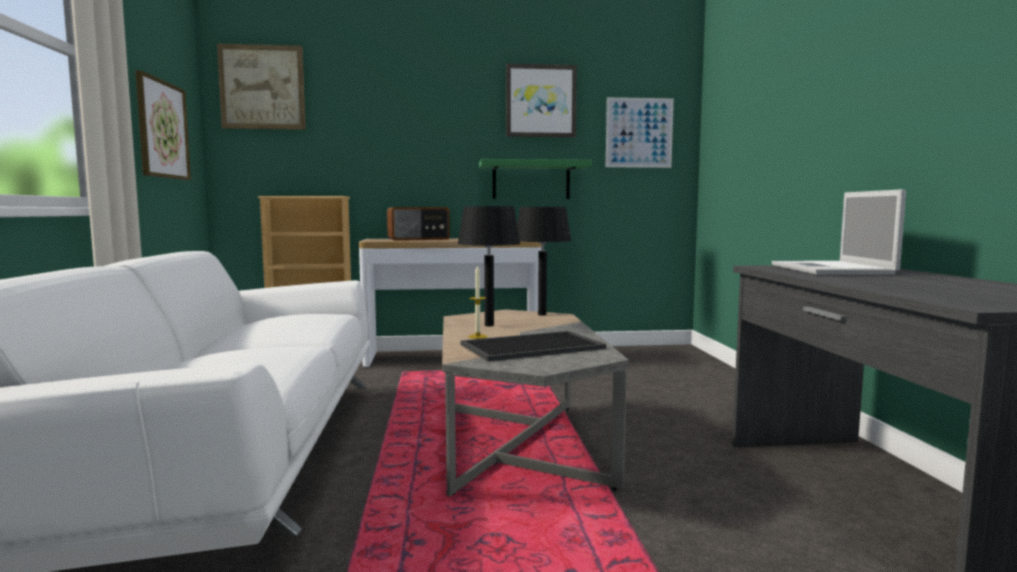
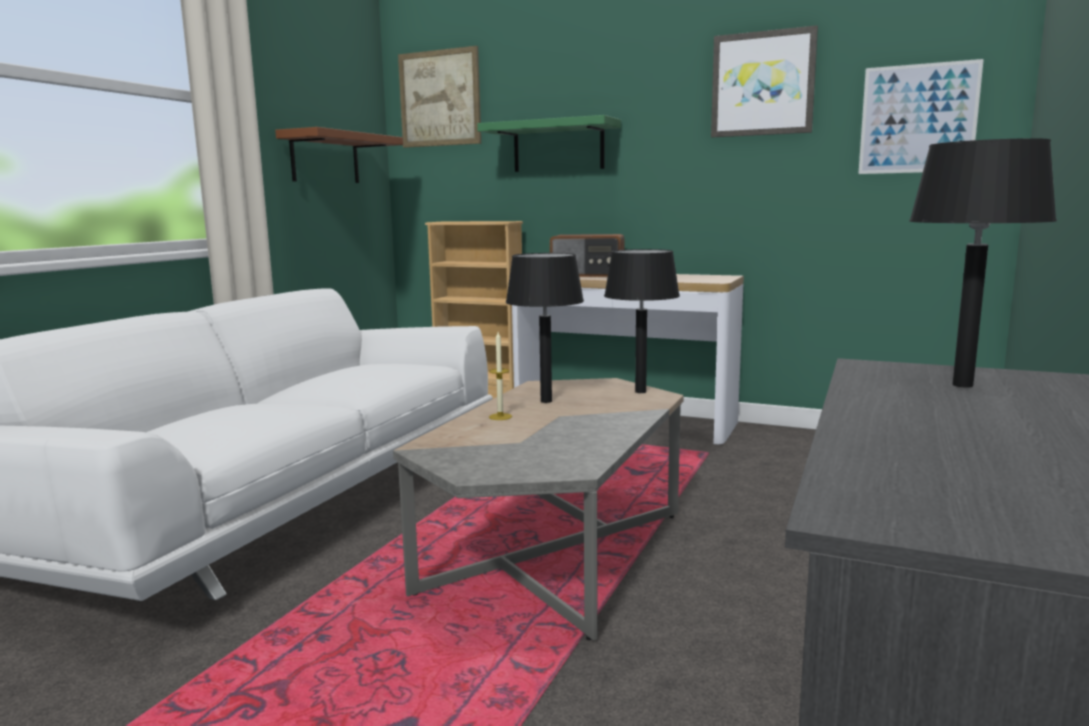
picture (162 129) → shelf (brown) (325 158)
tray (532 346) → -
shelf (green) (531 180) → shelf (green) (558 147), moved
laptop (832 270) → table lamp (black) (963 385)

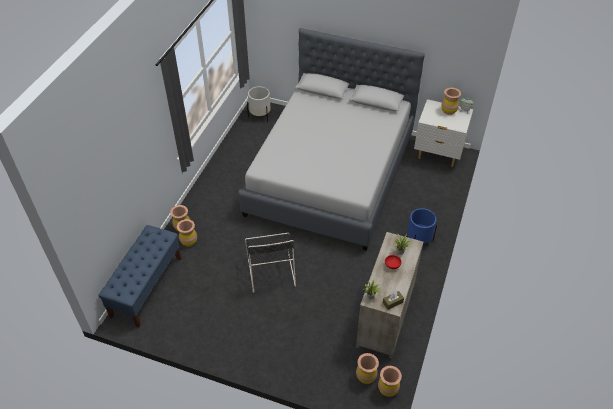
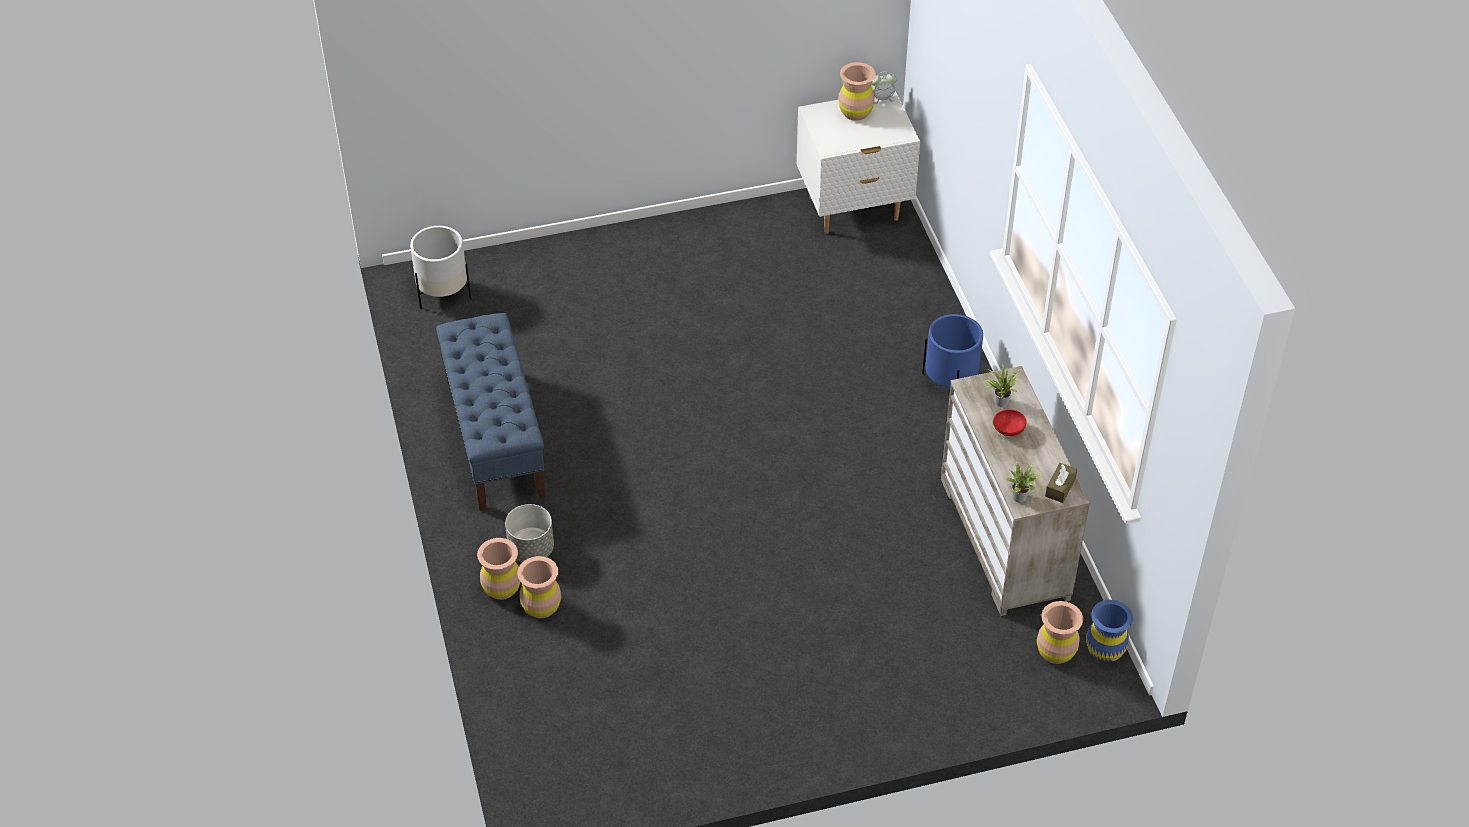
bench (blue) (147 286) → bench (blue) (494 437), moved
bed (grey) (331 174) → -
chair (black) (271 270) → -
vase (brown) (388 389) → vase (blue) (1105 650)
- → planter (grey) (531 549)

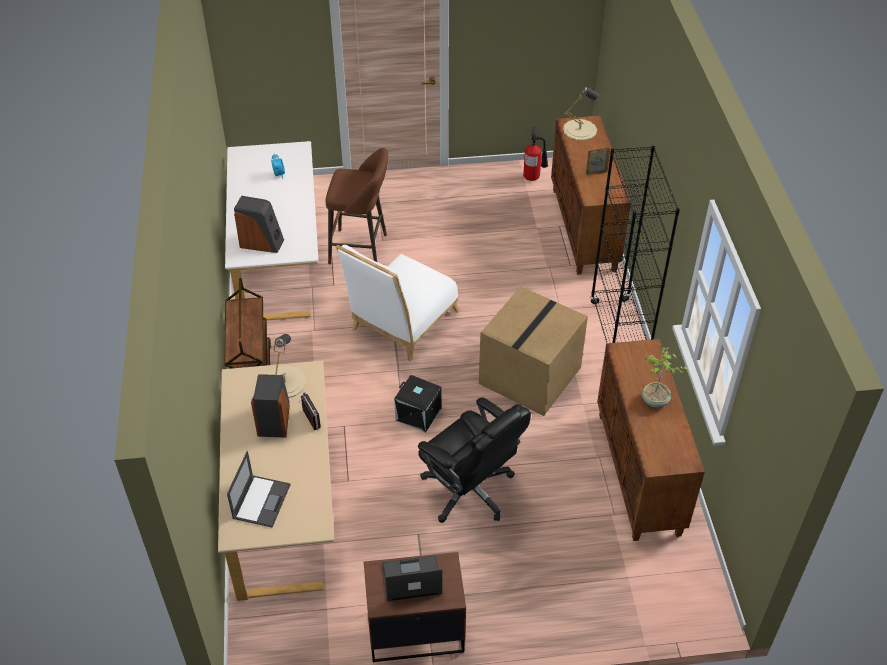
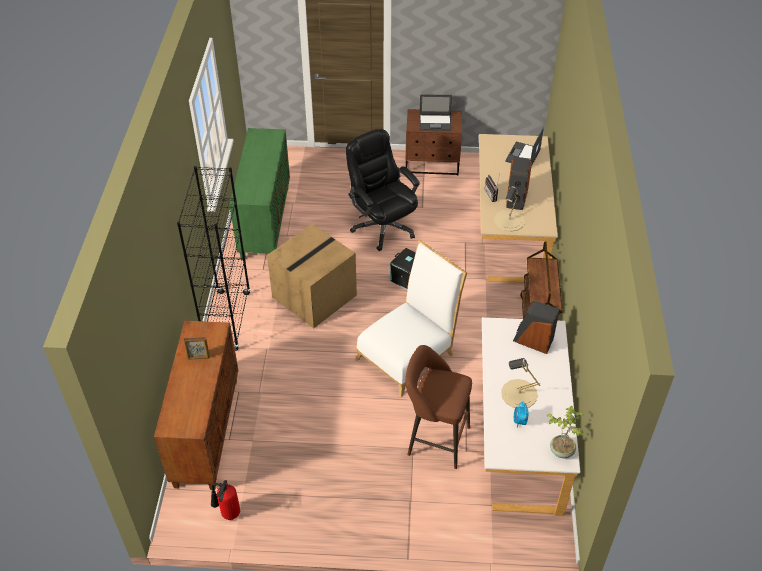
table lamp (beige) (579 130) → table lamp (beige) (519 394), moved
cabinet (brown) (639 473) → cabinet (green) (265 222)
potted plant (655 401) → potted plant (561 450), moved

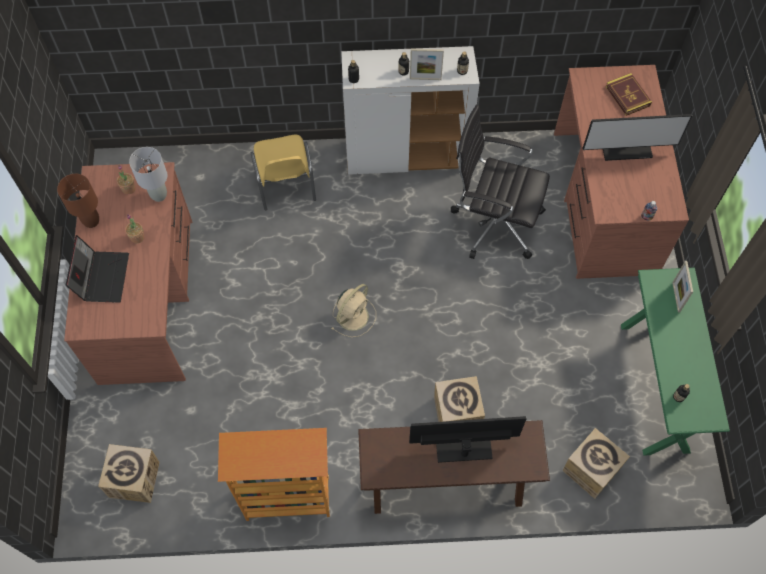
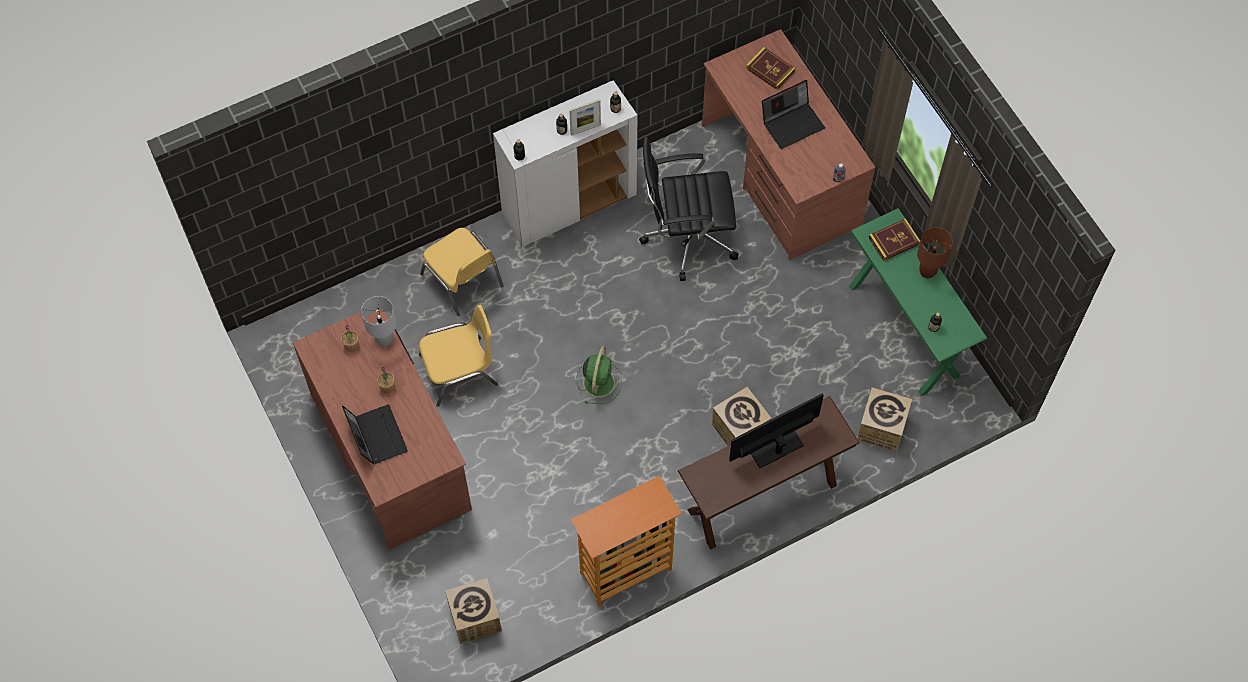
table lamp (brown) (92 221) → table lamp (brown) (927 271), moved
fan (beige) (354 315) → fan (green) (599 381)
monitor (626 150) → laptop (792 123)
picture frame (676 297) → book (894 241)
- → chair (yellow) (460 370)

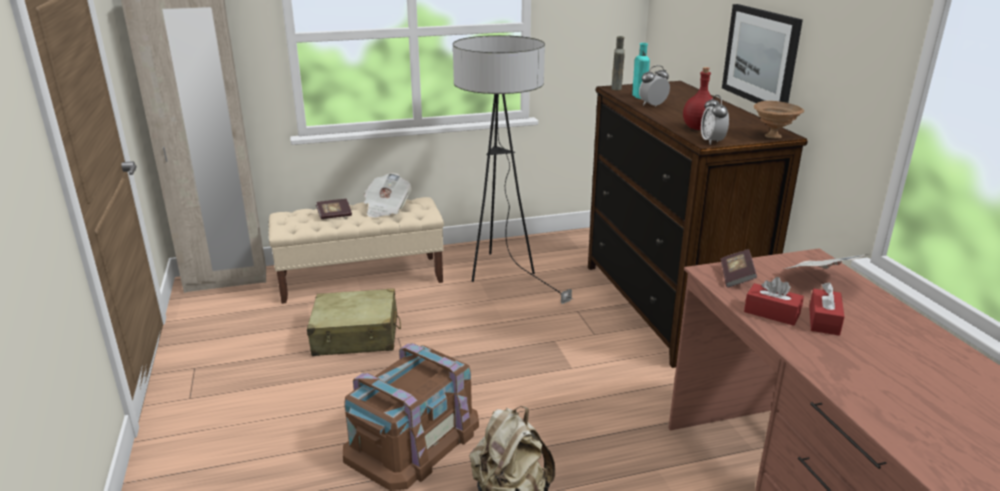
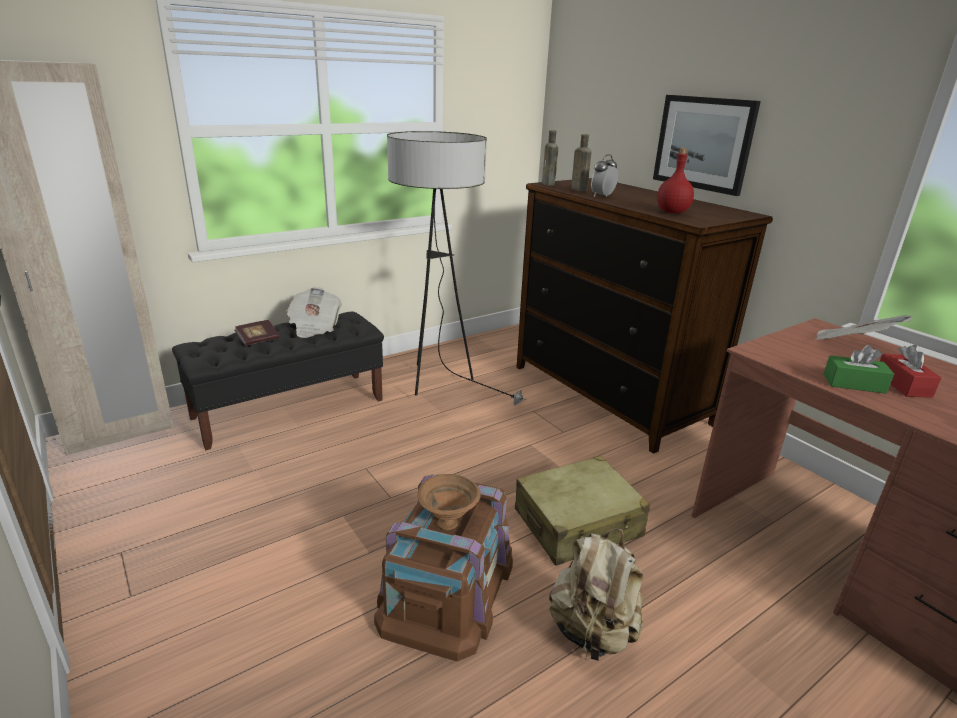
bench (beige) (361 279) → bench (black) (290 408)
suitcase (beige) (356 336) → suitcase (beige) (578 524), moved
bottle (turquoise) (638 96) → bottle (brown) (578 189)
alarm clock (712 141) → -
book (736 277) → -
tissue box (red) (771 313) → tissue box (green) (854 384)
bowl (brown) (774 136) → bowl (brown) (448 522), moved

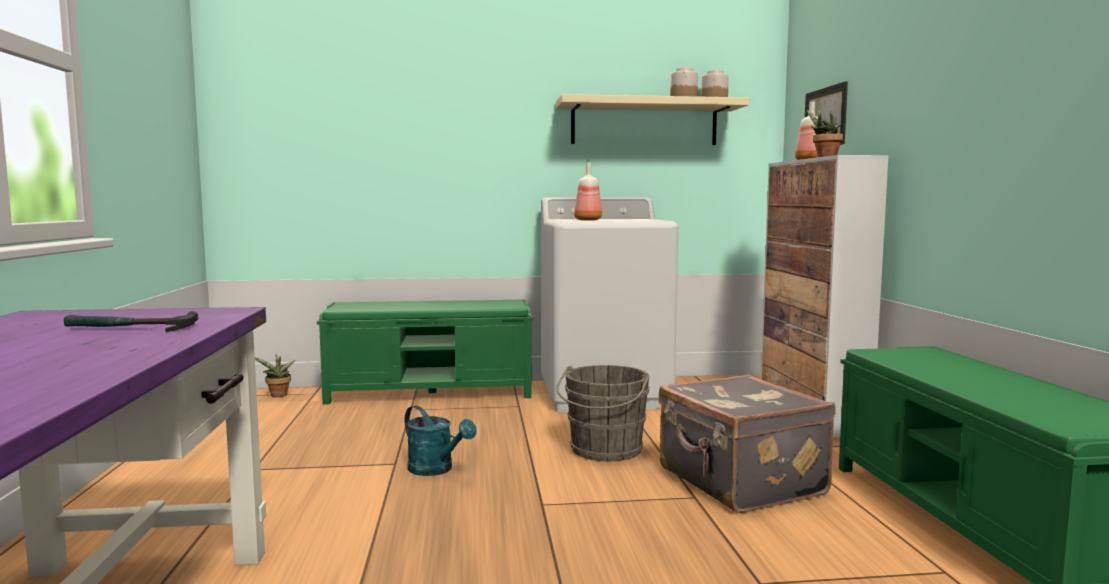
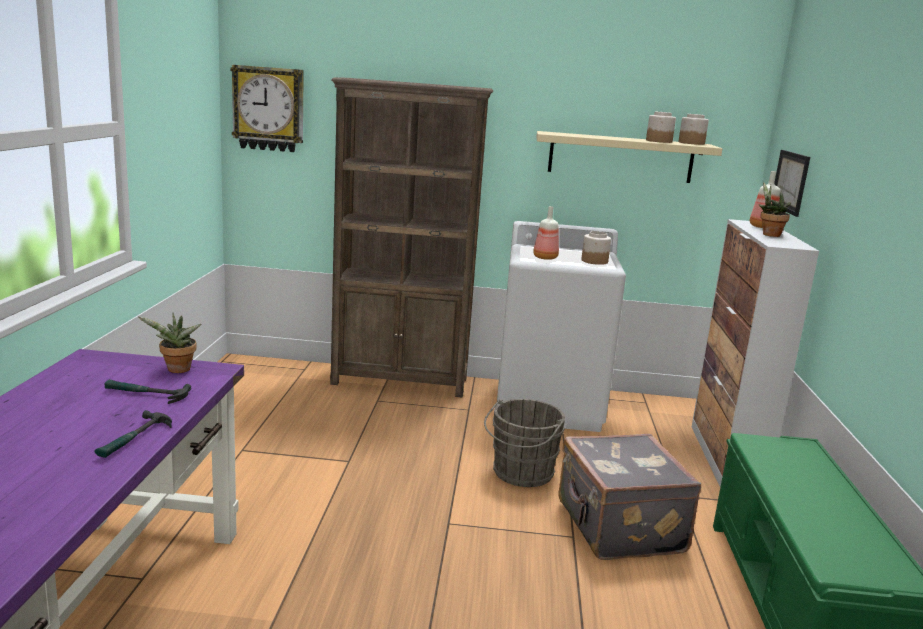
potted plant (278 396) → potted plant (177 370), moved
bench (green) (432 392) → bookcase (brown) (401 381)
watering can (turquoise) (436 470) → -
- → hammer (134 439)
- → wall clock (268 109)
- → jar (594 261)

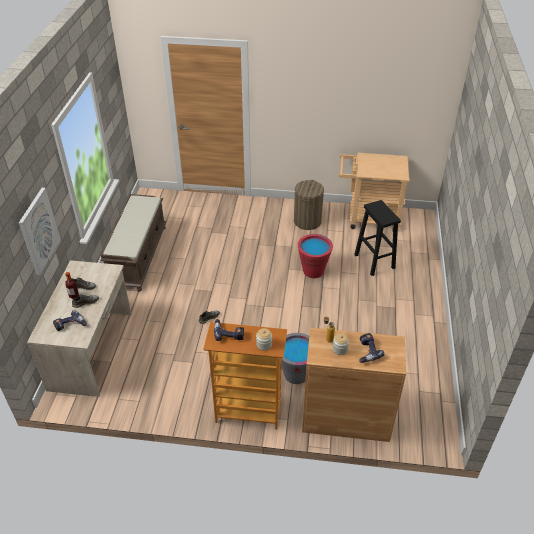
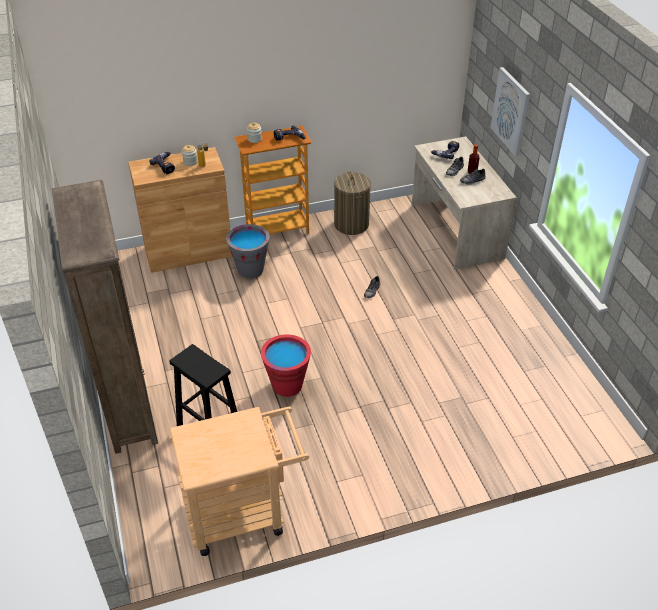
bench (brown) (138 256) → -
laundry basket (307 221) → laundry basket (351 224), moved
- → bookcase (brown) (129 407)

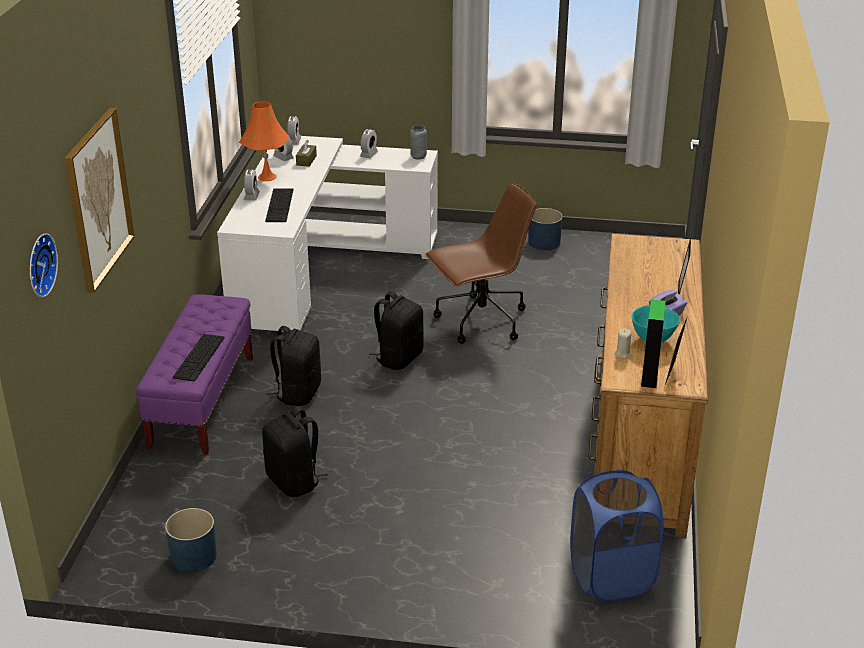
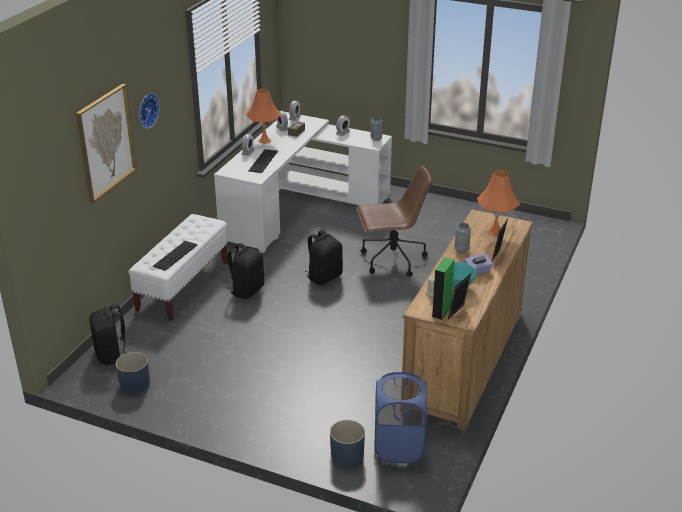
wall clock (38 265) → wall clock (146 110), moved
bench (purple) (202 402) → bench (white) (183 286)
backpack (black) (294 481) → backpack (black) (112 354), moved
planter (blue) (544 242) → planter (blue) (347 455), moved
- → vase (grey) (461 250)
- → table lamp (orange) (495 231)

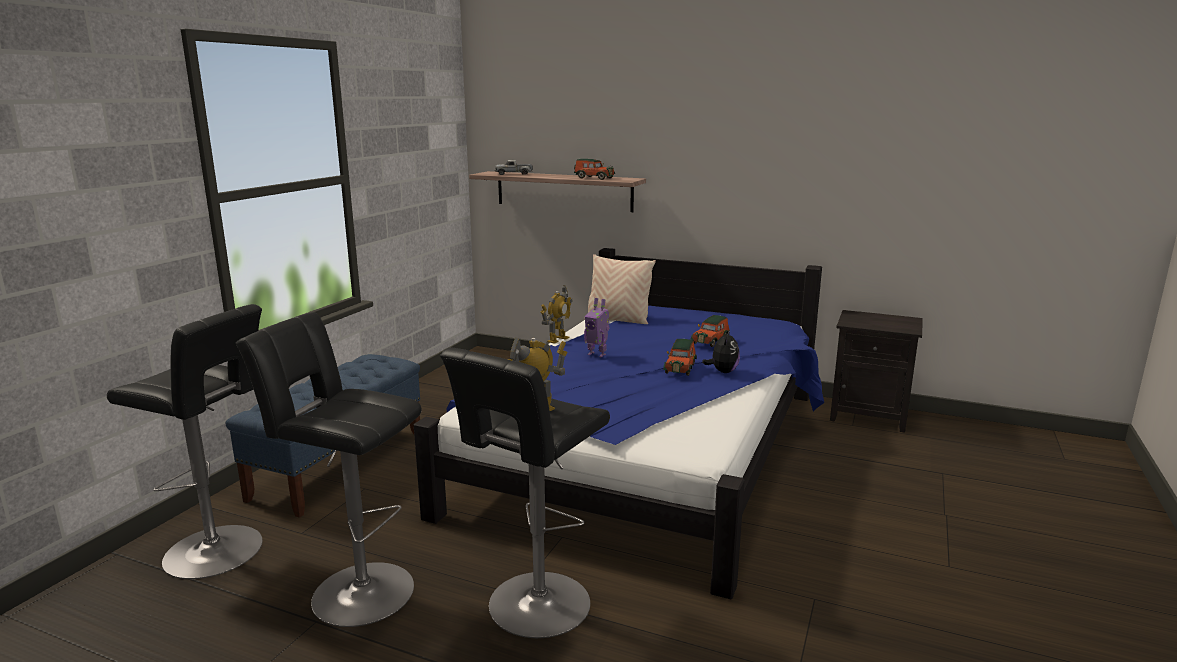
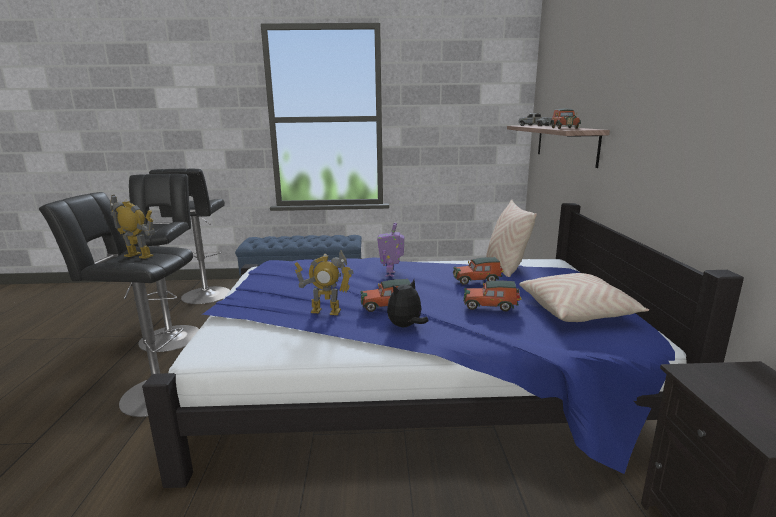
toy robot (557 339) → toy robot (326 311), moved
plush toy (722 371) → plush toy (406 326), 150 degrees clockwise
- → toy car (477 280)
- → pillow (beige) (577 311)

